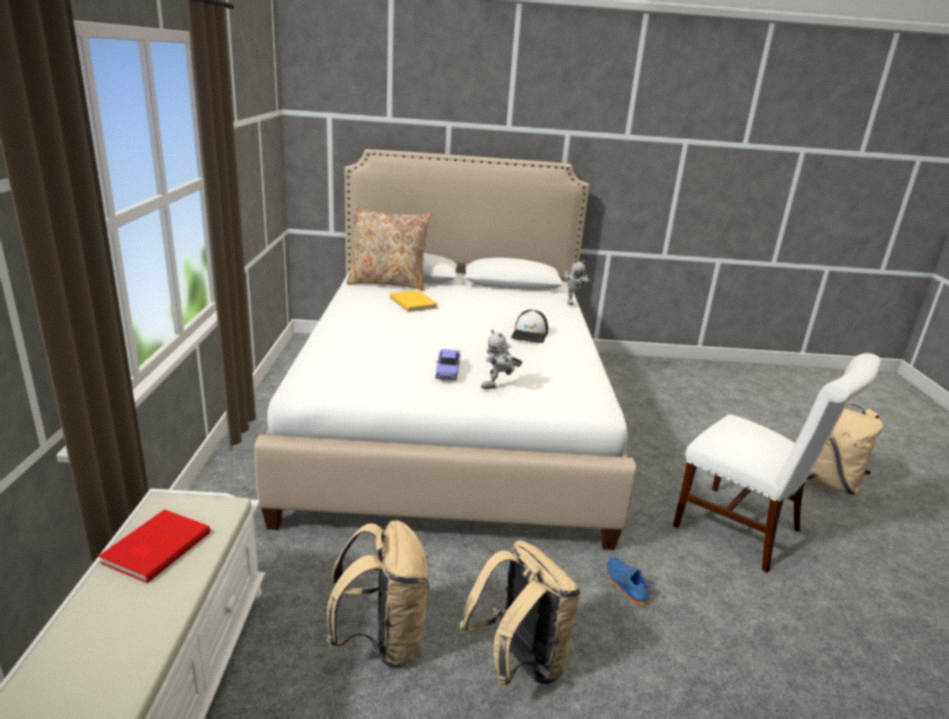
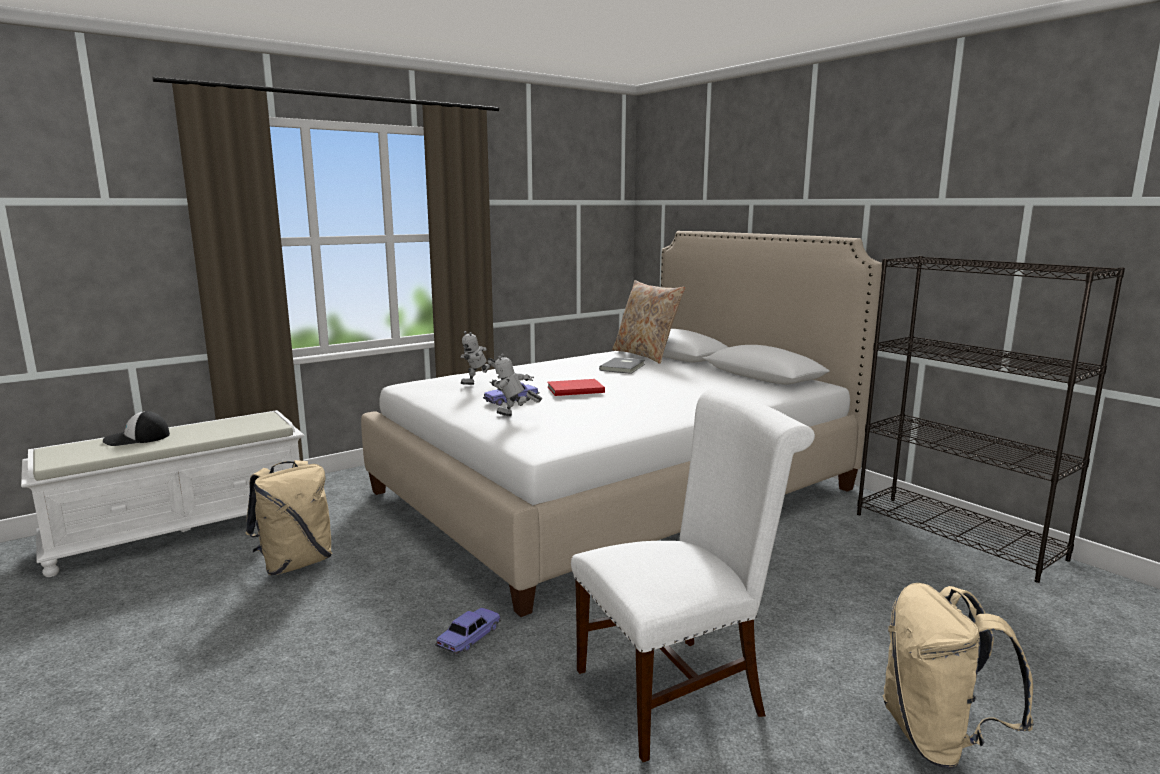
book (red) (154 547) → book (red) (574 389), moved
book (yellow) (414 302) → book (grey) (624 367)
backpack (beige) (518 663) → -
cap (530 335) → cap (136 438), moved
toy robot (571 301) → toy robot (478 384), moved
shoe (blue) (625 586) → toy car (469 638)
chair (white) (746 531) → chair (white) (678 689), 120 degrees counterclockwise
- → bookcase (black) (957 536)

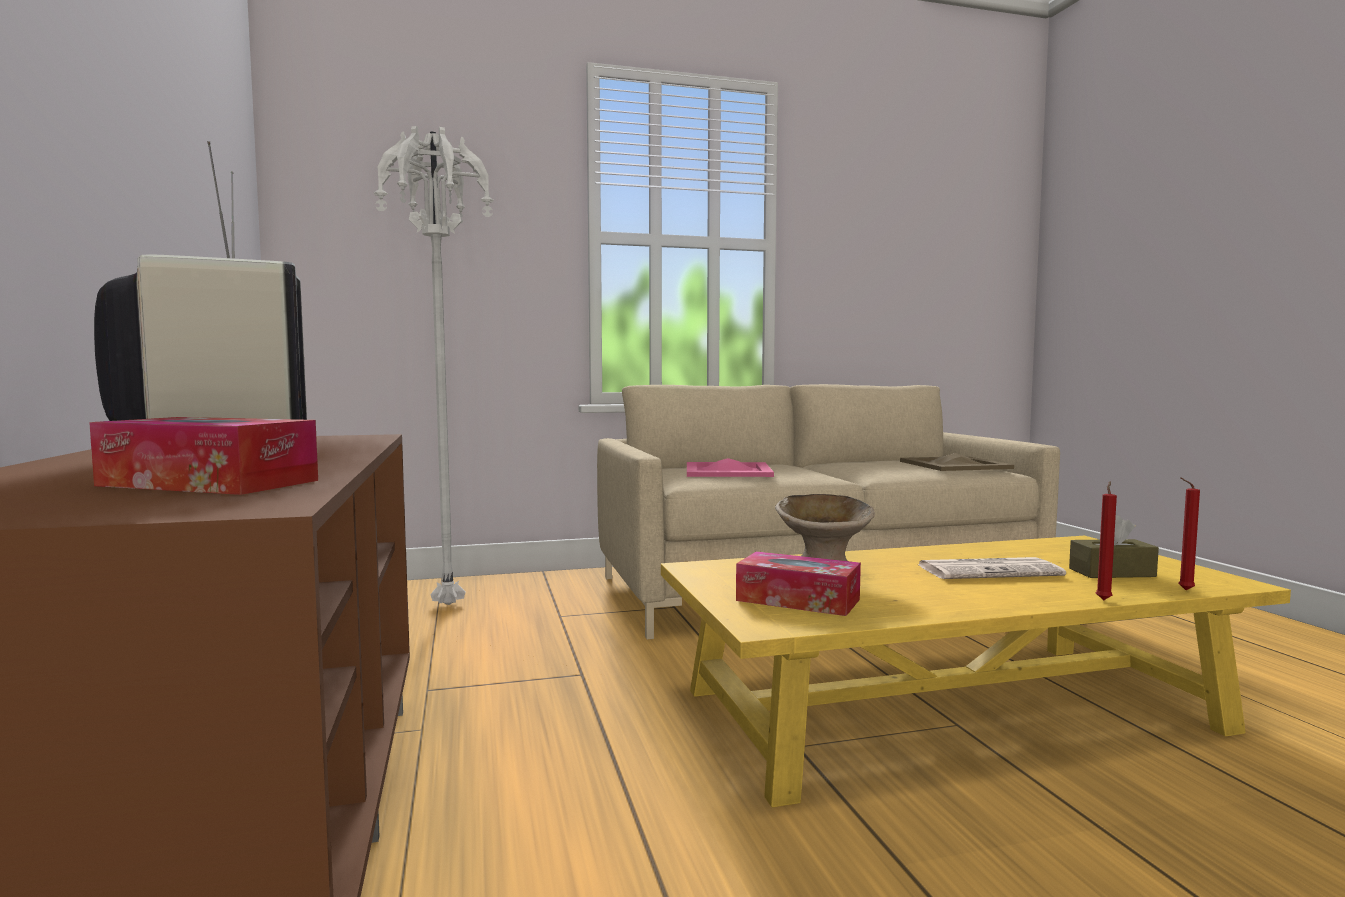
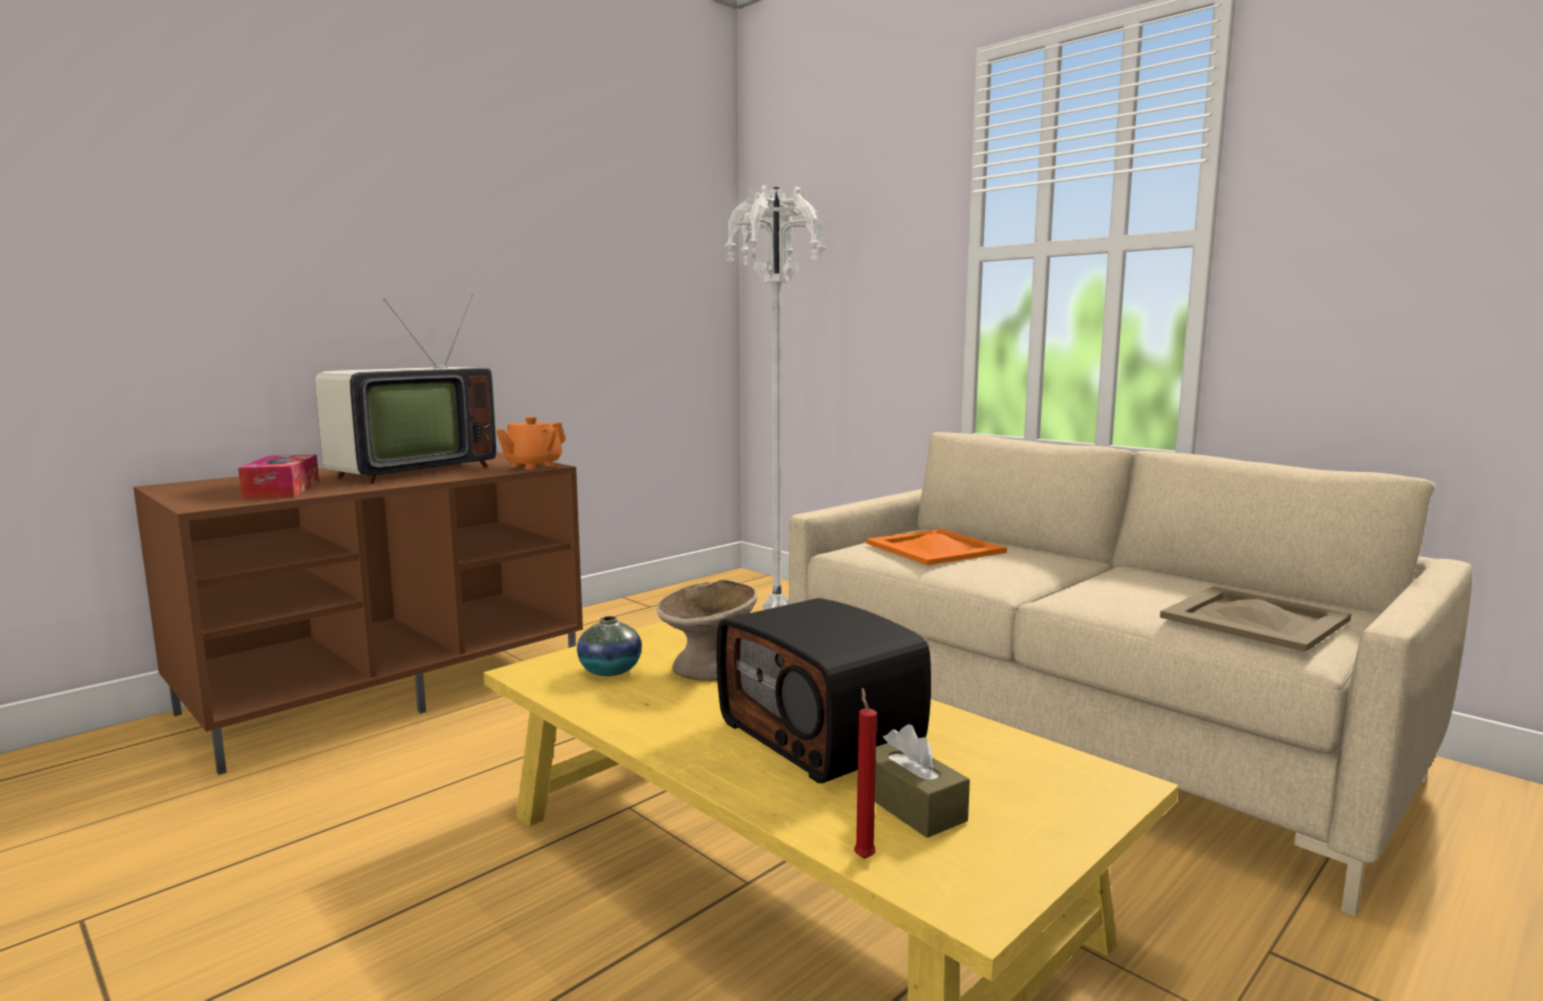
tray (pink) (728 471) → tray (orange) (934 548)
tissue box (797 600) → vase (610 671)
newspaper (990 571) → radio (823 734)
candle (red) (1103 599) → -
- → teapot (orange) (532 466)

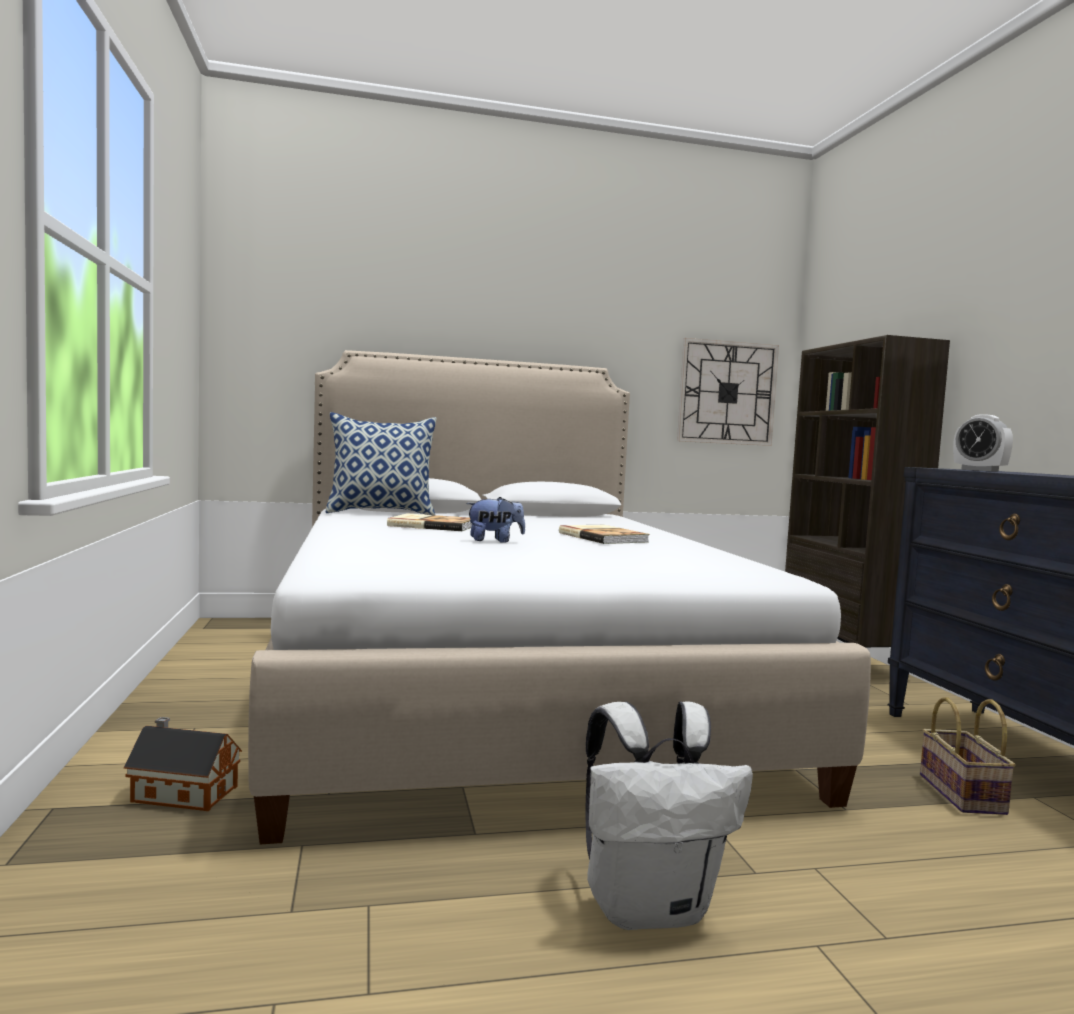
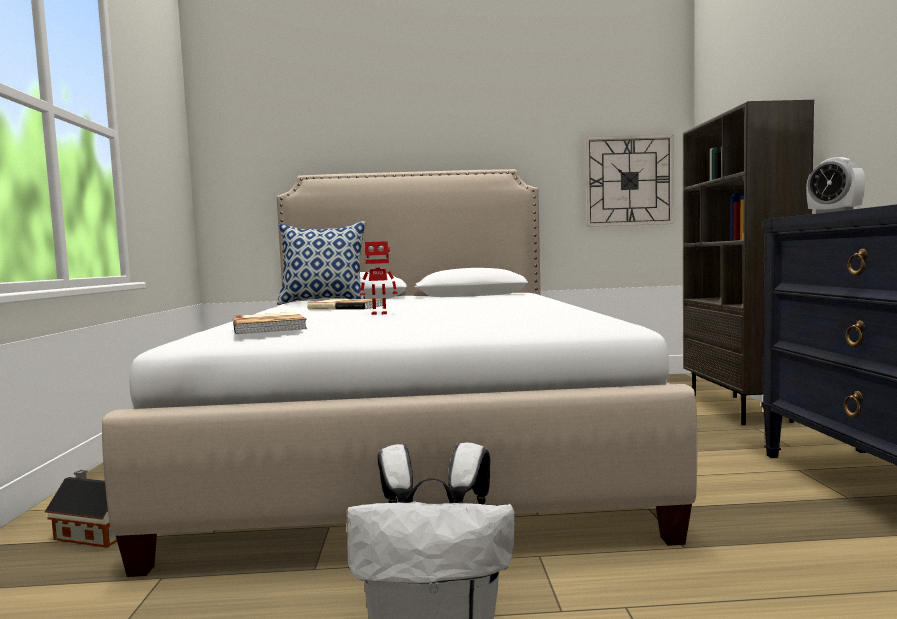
plush toy (494 541) → toy robot (379 313)
book (603 537) → book (270 326), moved
basket (964 795) → -

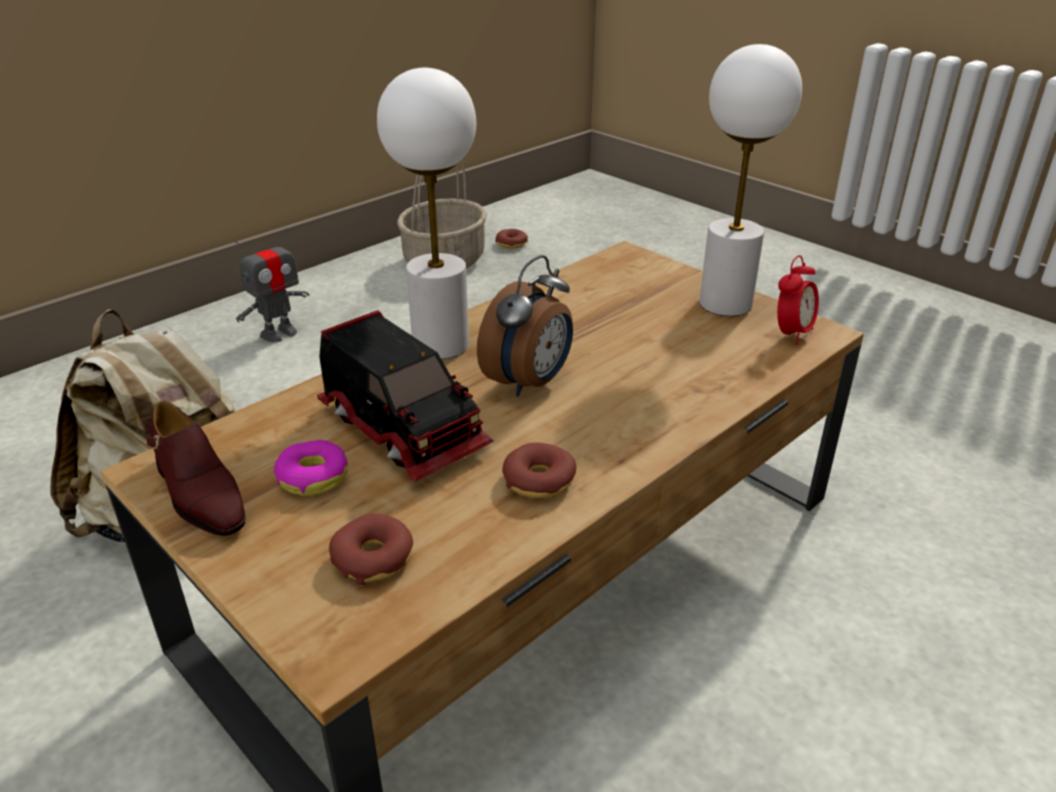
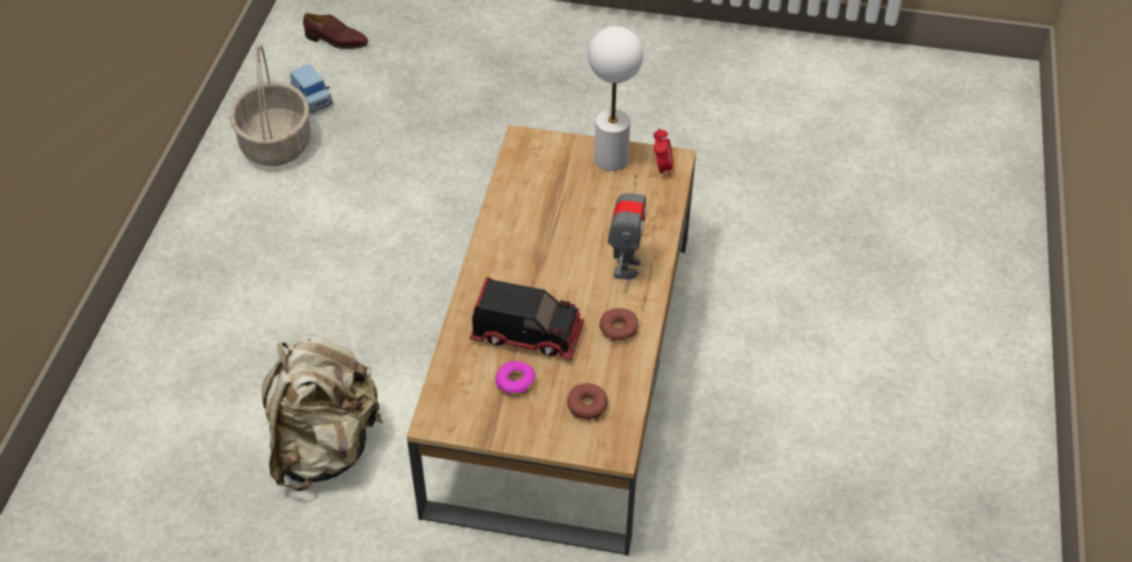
shoe (brown) (199 493) → shoe (brown) (336 40), moved
toy robot (279 333) → toy robot (625 267), moved
table lamp (white) (440 344) → -
alarm clock (530 383) → -
donut (511 244) → toy car (blue) (312 100)

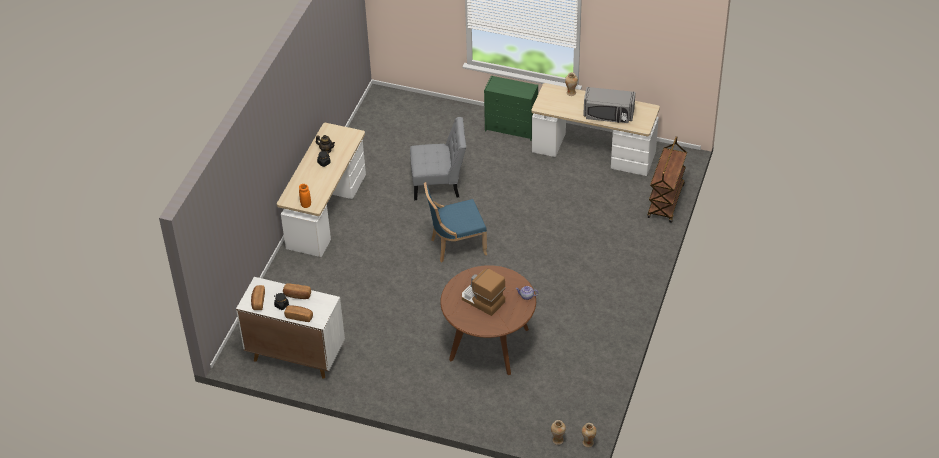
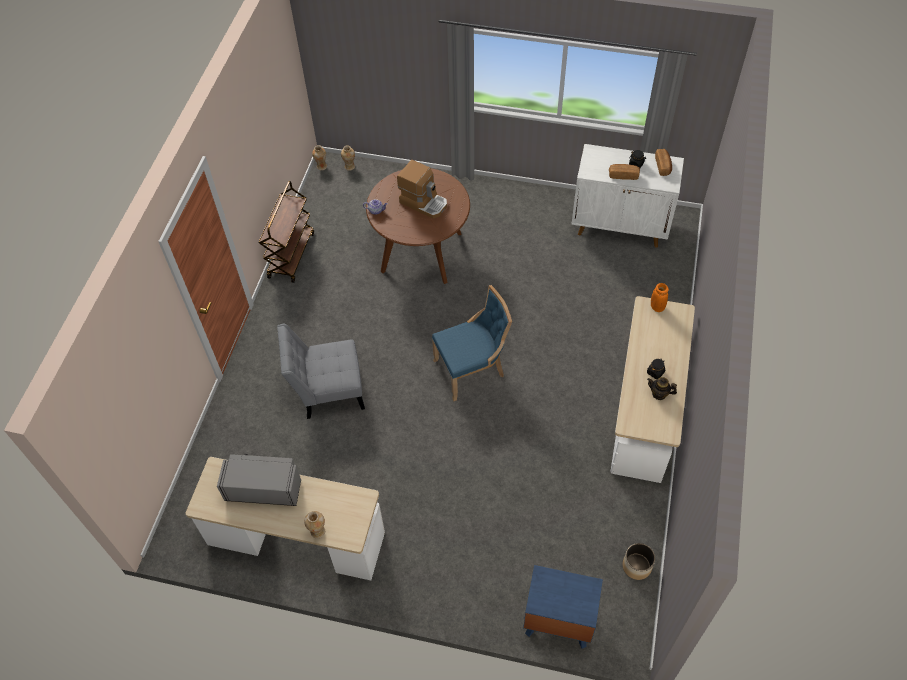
bread (299 316) → -
chair (grey) (439 184) → chair (grey) (328 391), moved
dresser (green) (512 128) → -
cart (brown) (666 202) → cart (brown) (291 254), moved
- → nightstand (blue) (558 619)
- → planter (636 566)

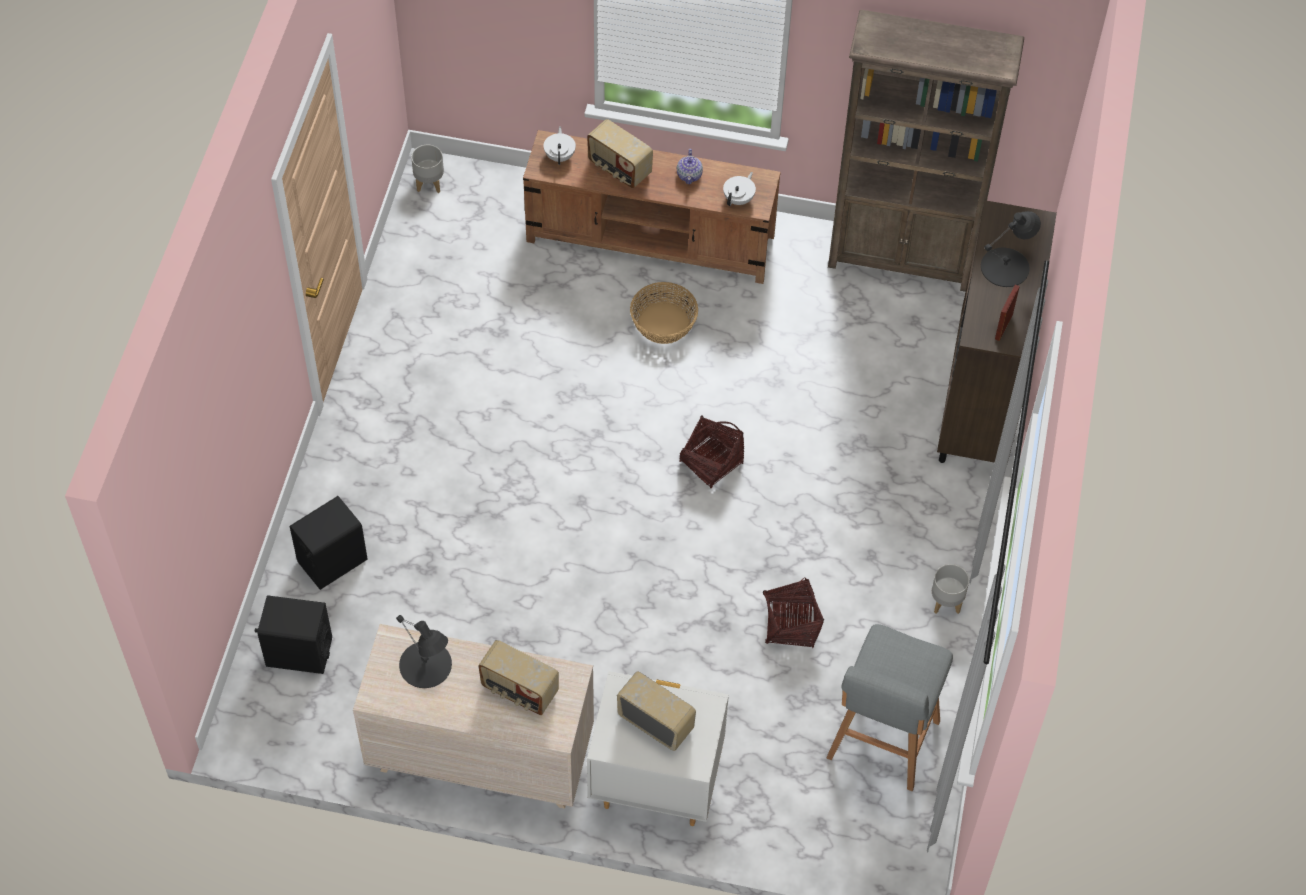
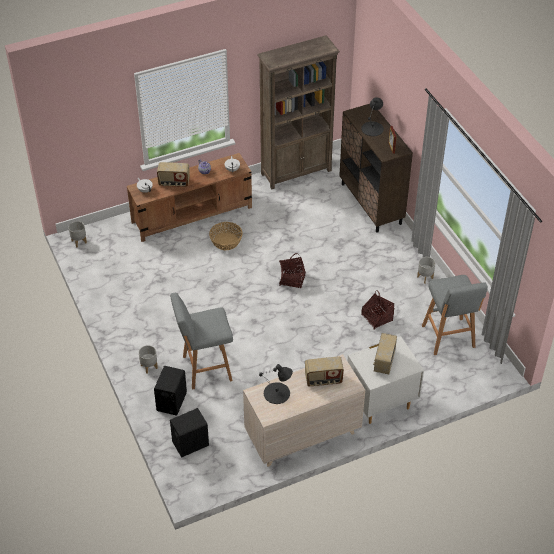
radio (656 722) → radio (384 361), 75 degrees counterclockwise
- → planter (grey) (149 366)
- → stool (grey) (205 369)

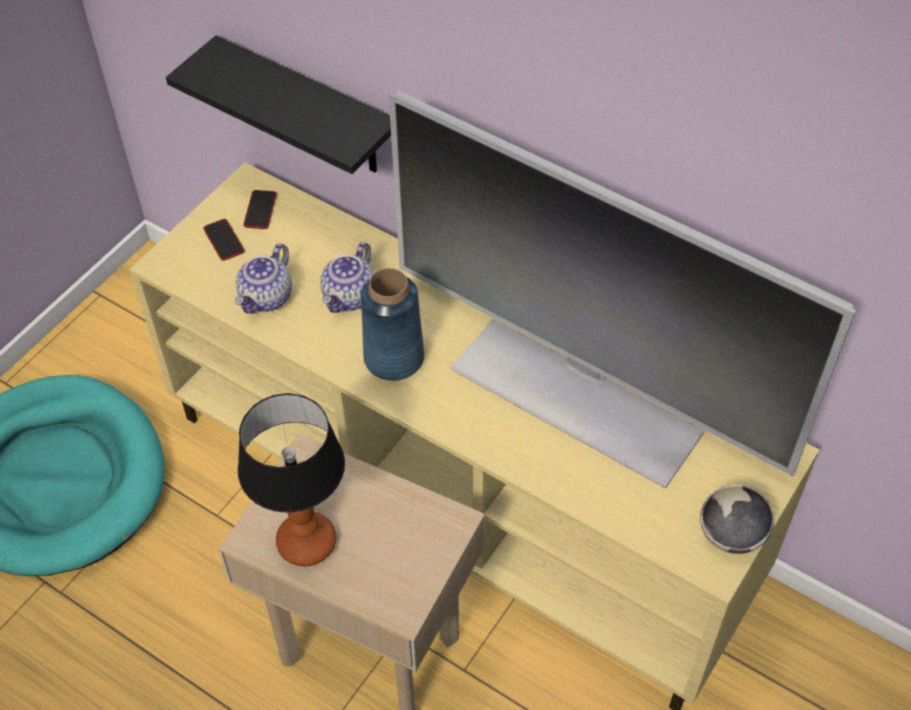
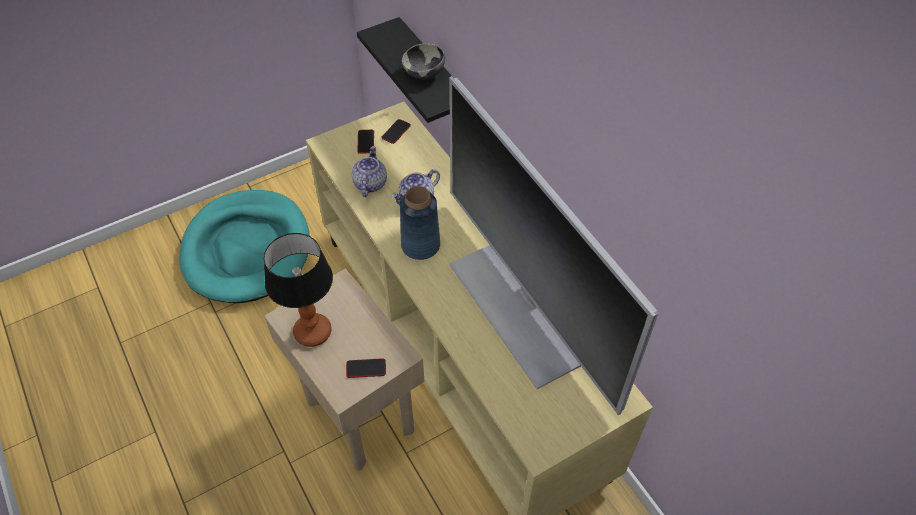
teapot (267 298) → teapot (369 183), 135 degrees clockwise
bowl (732 534) → bowl (424 74), moved
- → phone (366 368)

